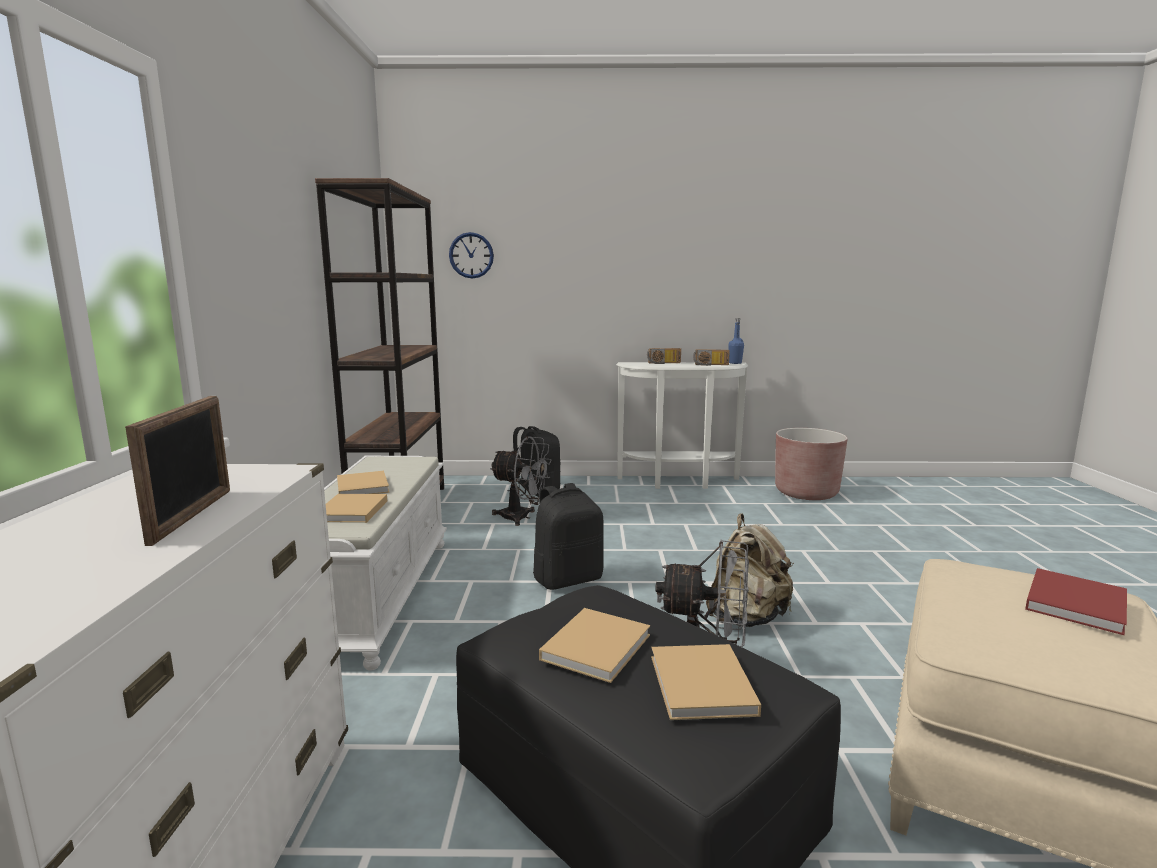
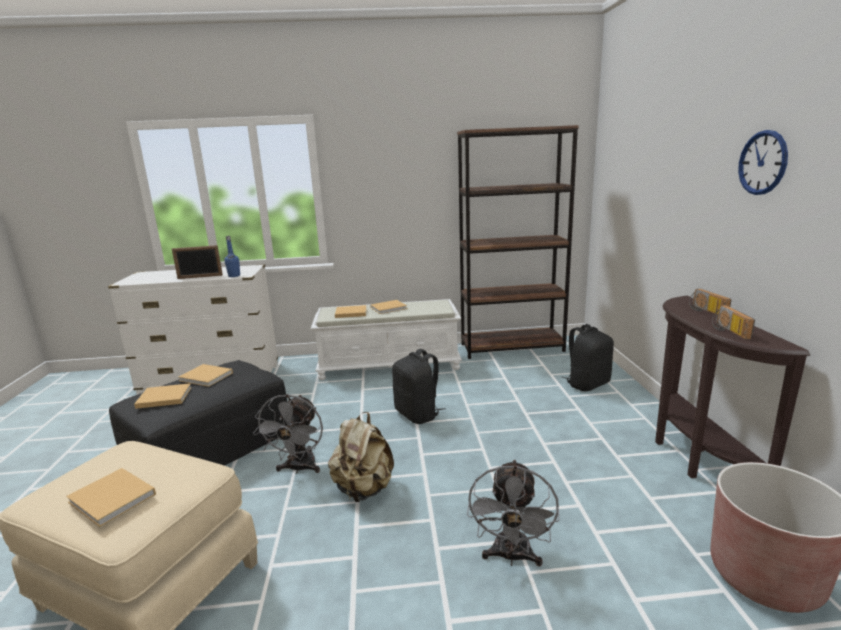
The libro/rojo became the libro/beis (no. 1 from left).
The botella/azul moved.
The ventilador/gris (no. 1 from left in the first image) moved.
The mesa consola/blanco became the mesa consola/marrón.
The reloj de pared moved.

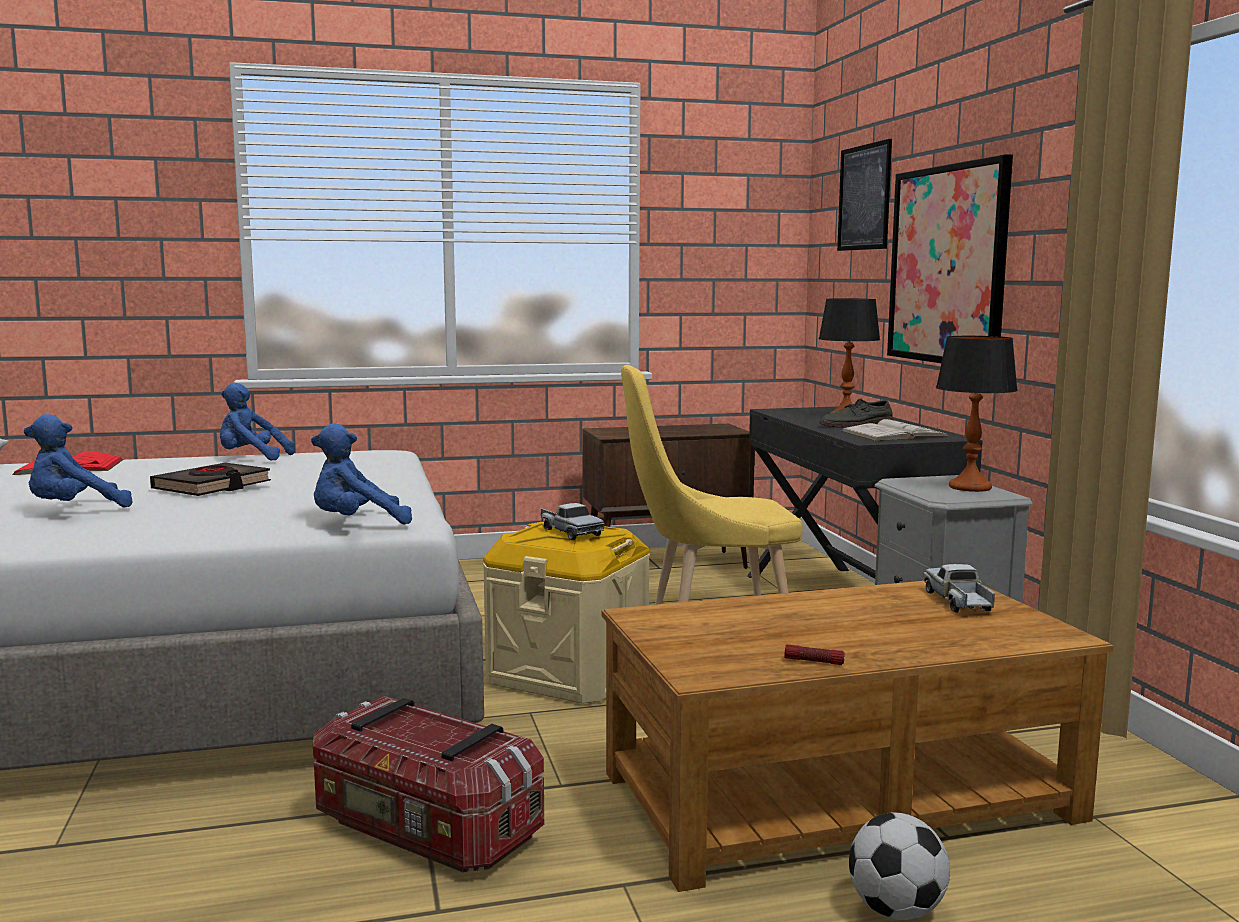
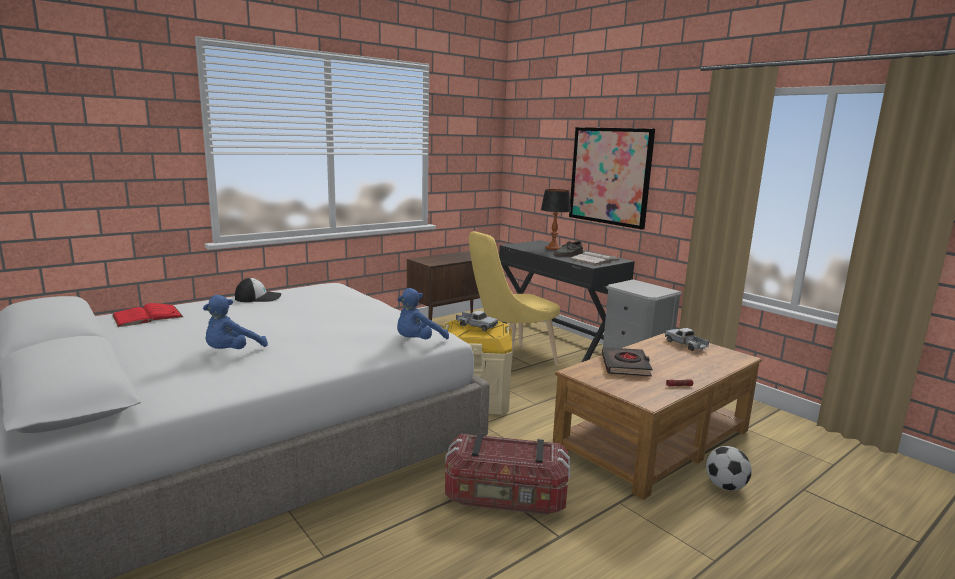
The peluche/azul (no. 2 from left) was replaced by the gorra.
The libro/negro moved.
The cuadro (no. 1 from left) disappeared.
The lámpara de mesa (no. 2 from left) disappeared.

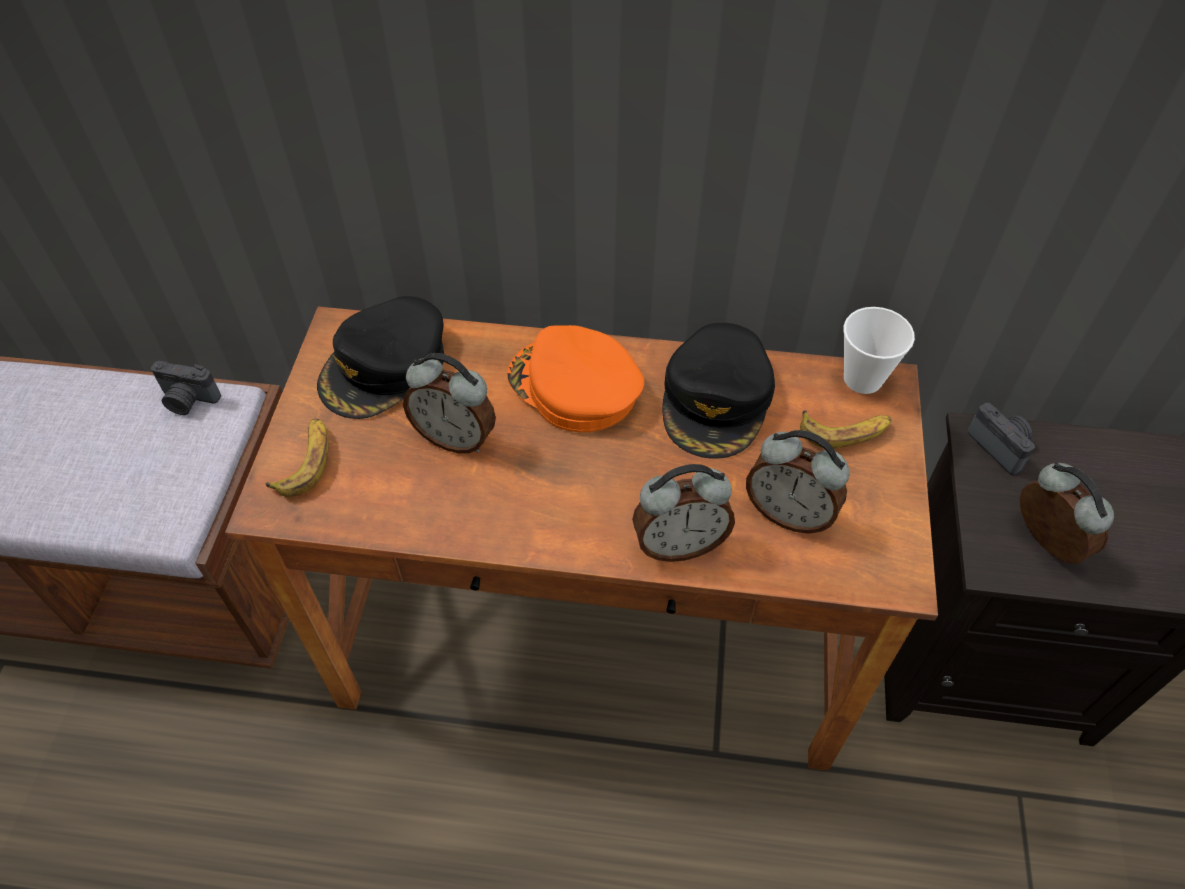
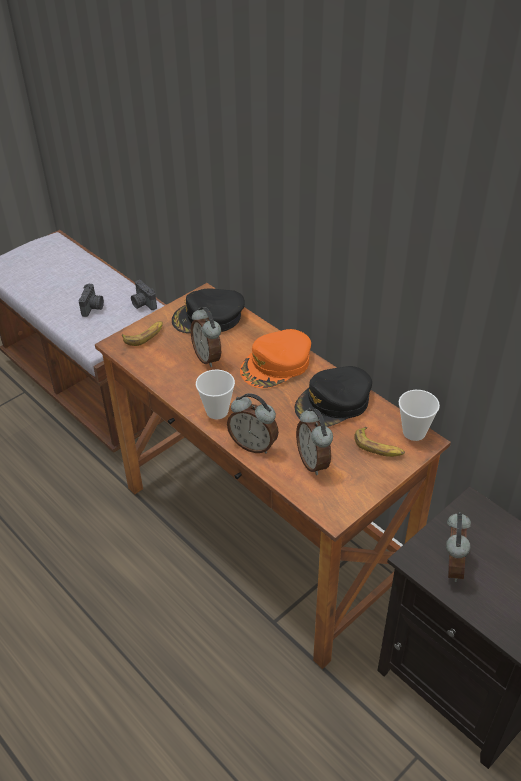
The cámara (no. 2 from left in the first image) moved.
The taza (no. 1 from left) appeared.
The gorra/naranja turned 120 degrees counterclockwise.

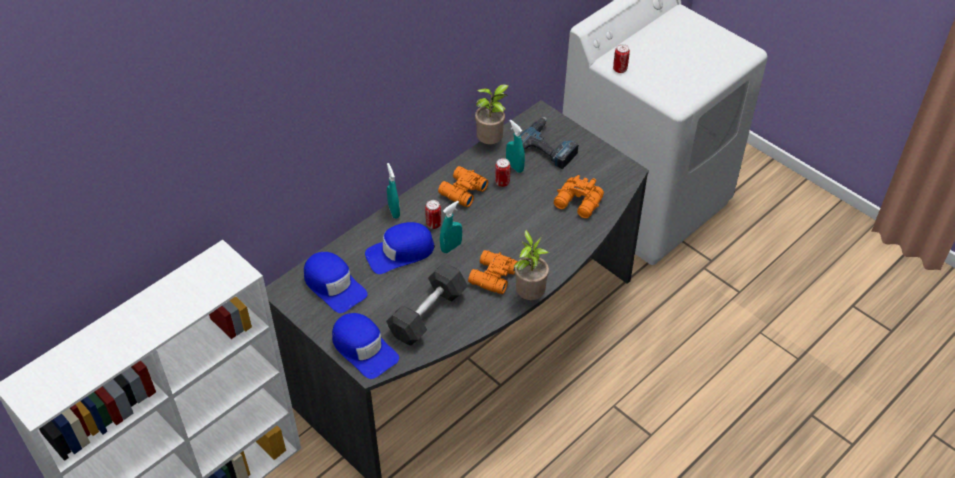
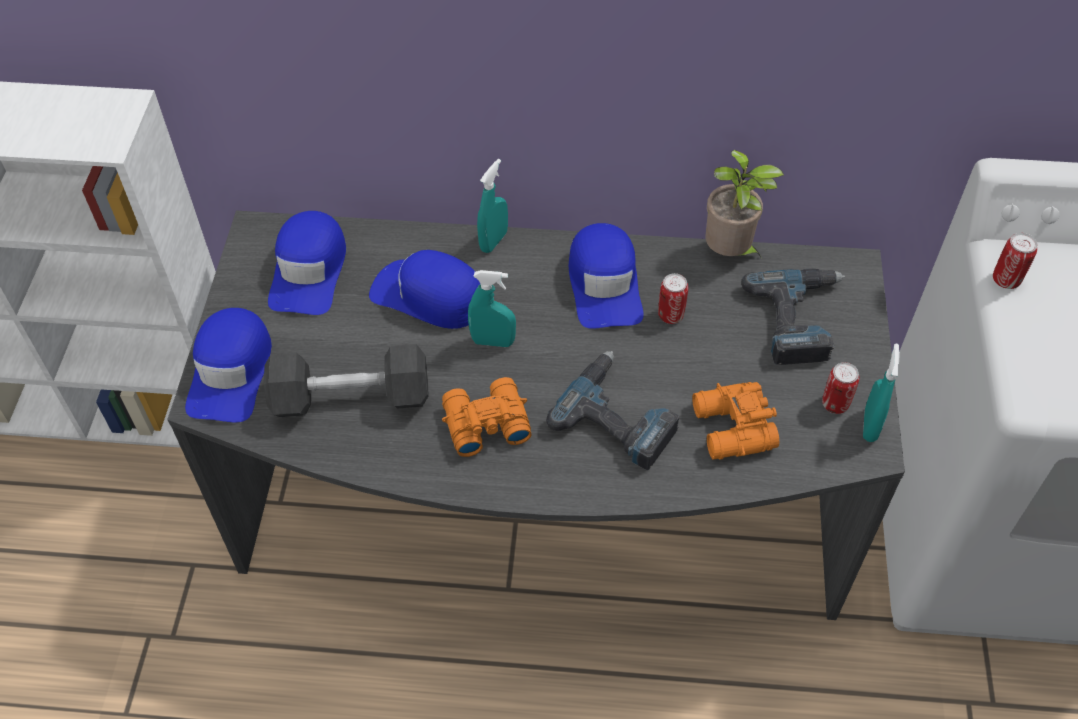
The taladro (no. 1 from left) appeared.
The prismáticos/naranja (no. 1 from left) was replaced by the gorra/azul (no. 4 from left).
The lata (no. 1 from left in the first image) moved.
The pulverizador/turquesa (no. 3 from left) moved.
The planta en maceta (no. 2 from left) disappeared.

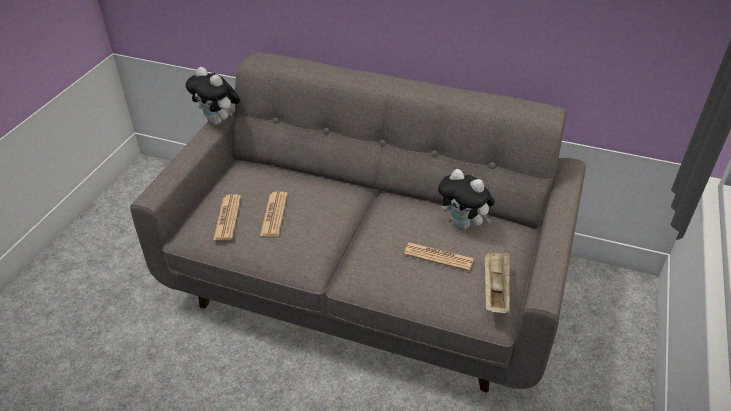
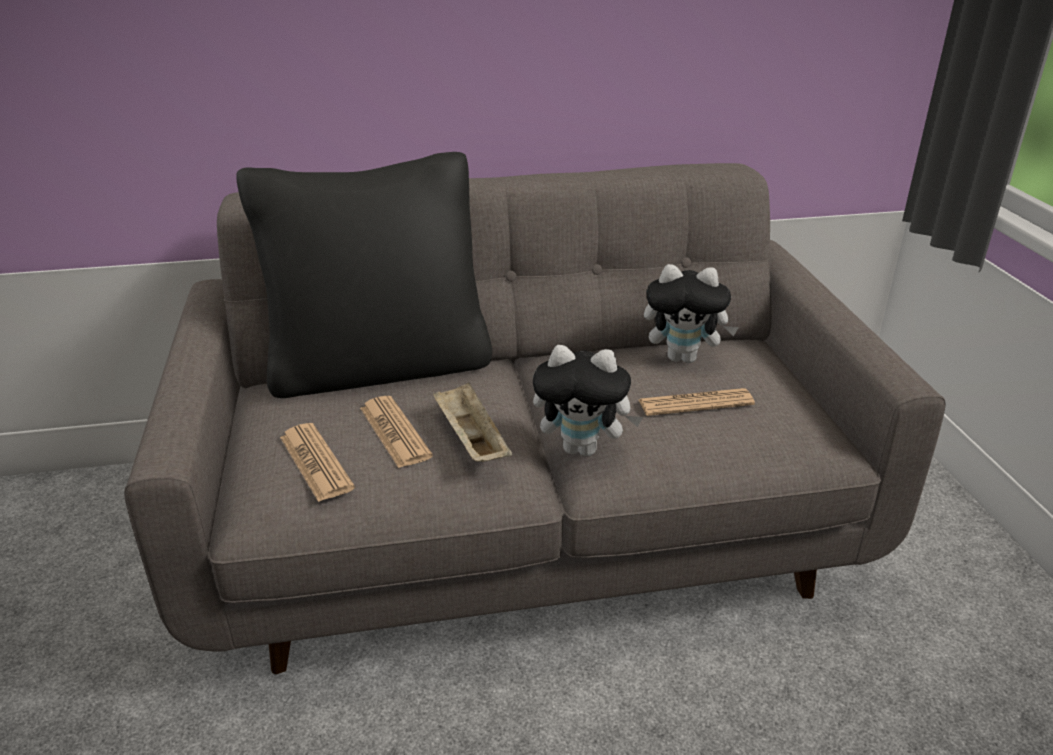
The cojín/negro appeared.
The bandeja/beis moved.
The peluche (no. 1 from left) moved.

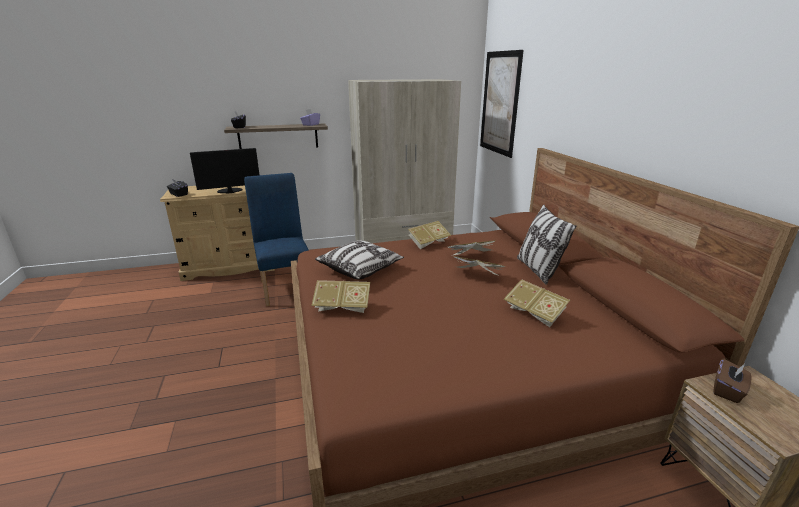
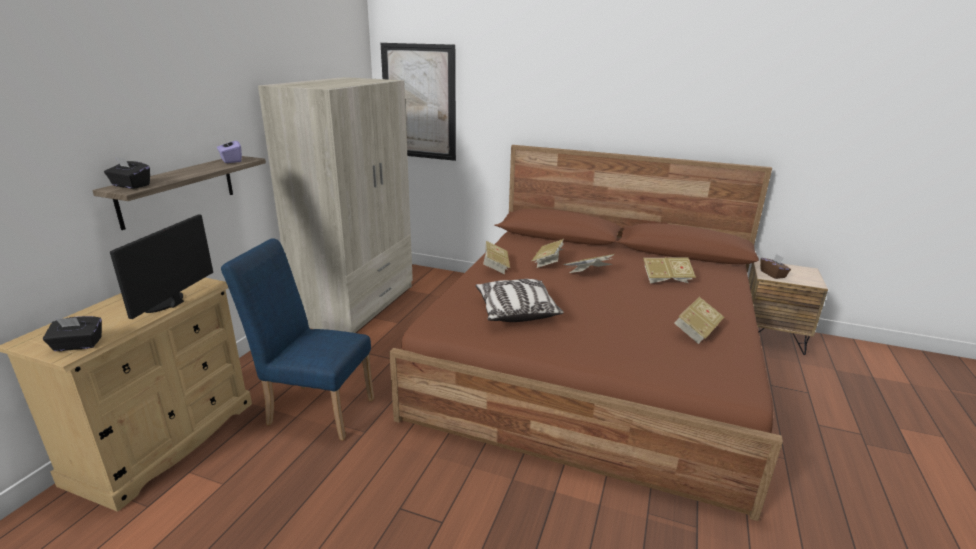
The libro (no. 1 from left in the first image) moved.
The cojín (no. 2 from left) disappeared.

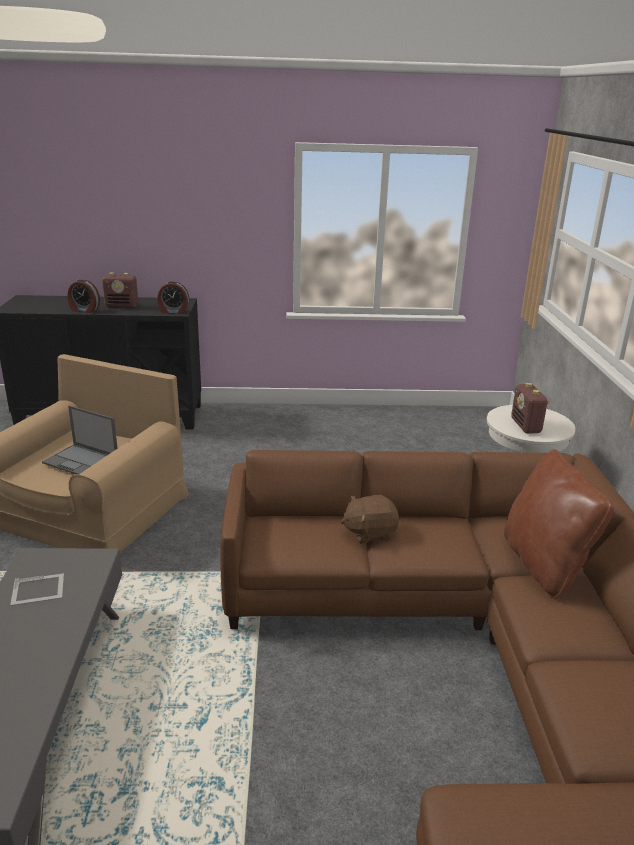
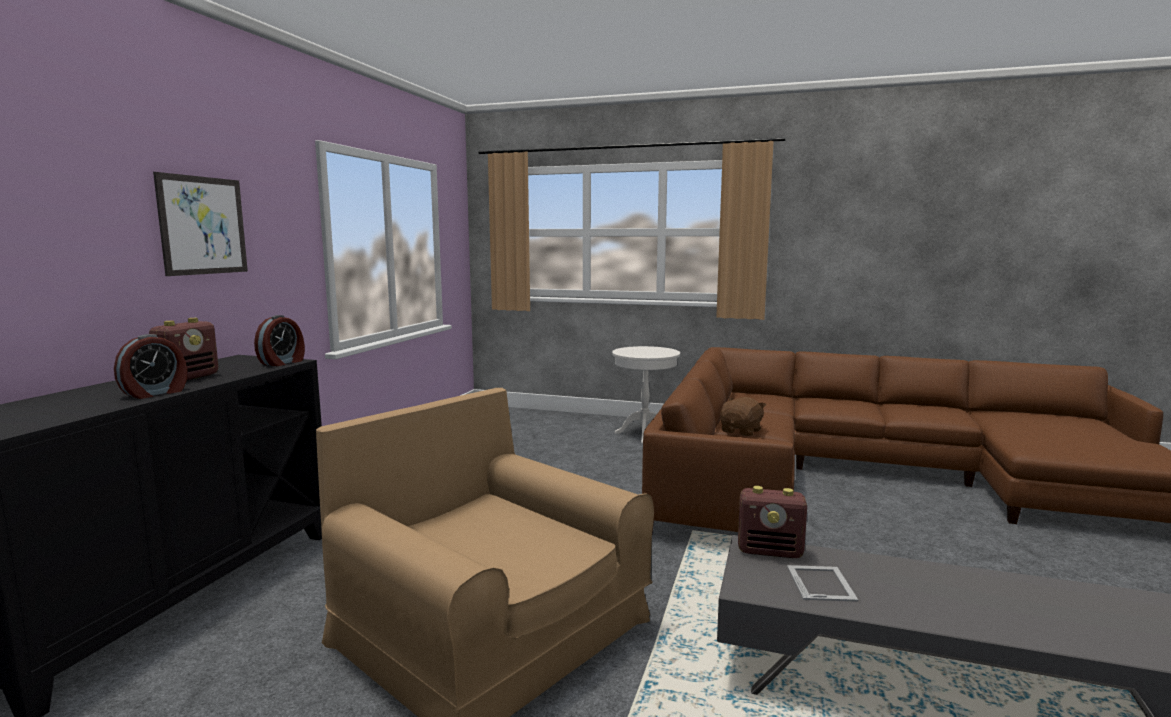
The cuadro appeared.
The peluche/marrón turned 150 degrees counterclockwise.
The radio (no. 2 from left) moved.
The portátil disappeared.
The cojín/marrón disappeared.

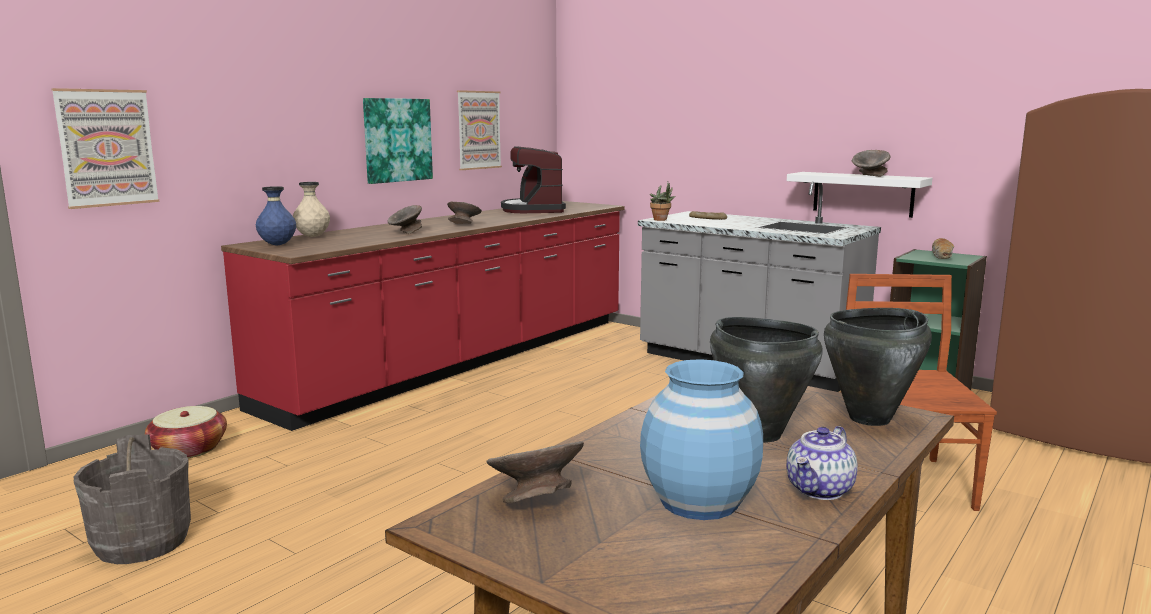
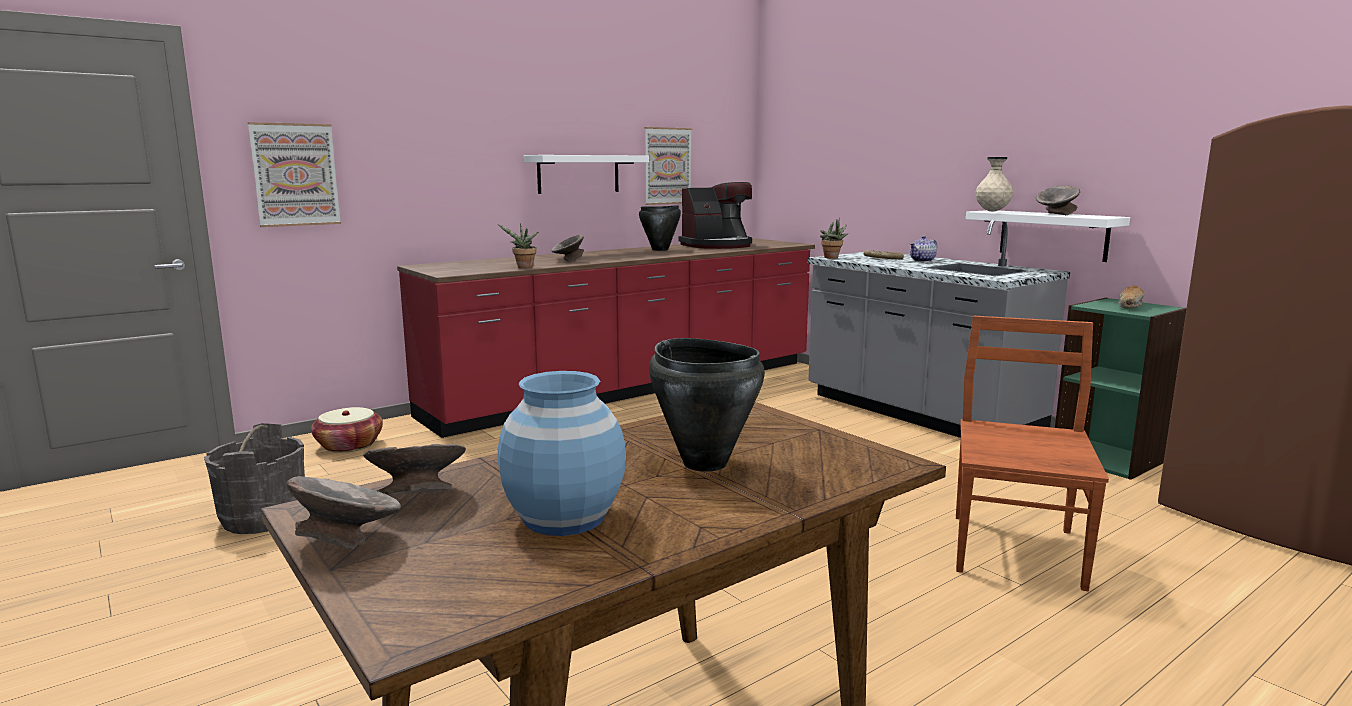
The cuenco/gris (no. 2 from left in the first image) moved.
The planta en maceta (no. 1 from left) appeared.
The cuadro (no. 2 from left) was replaced by the estante/blanco (no. 1 from left).
The olla/negro (no. 2 from left in the first image) moved.
The cafetera turned 120 degrees counterclockwise.
The tetera moved.
The florero/beis moved.
The florero/azul (no. 1 from left) disappeared.

